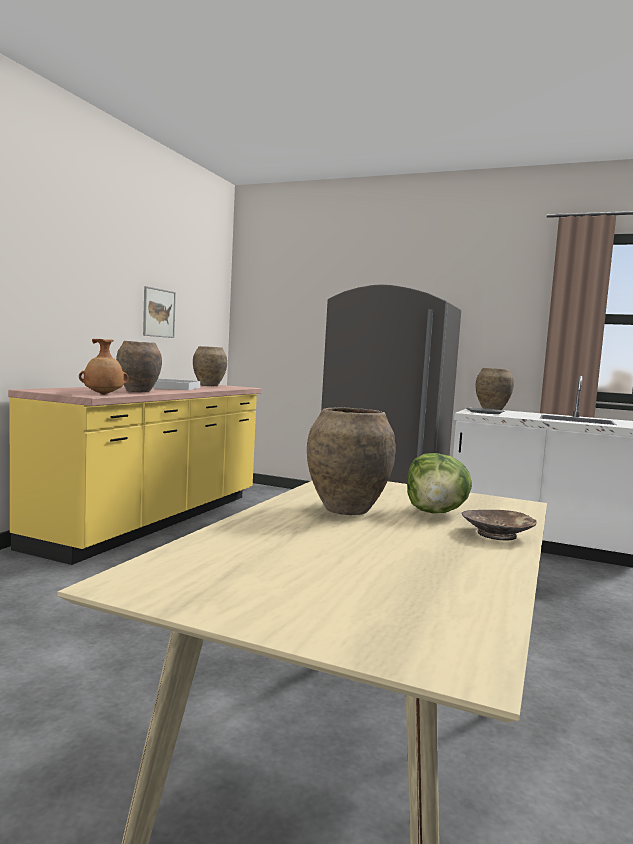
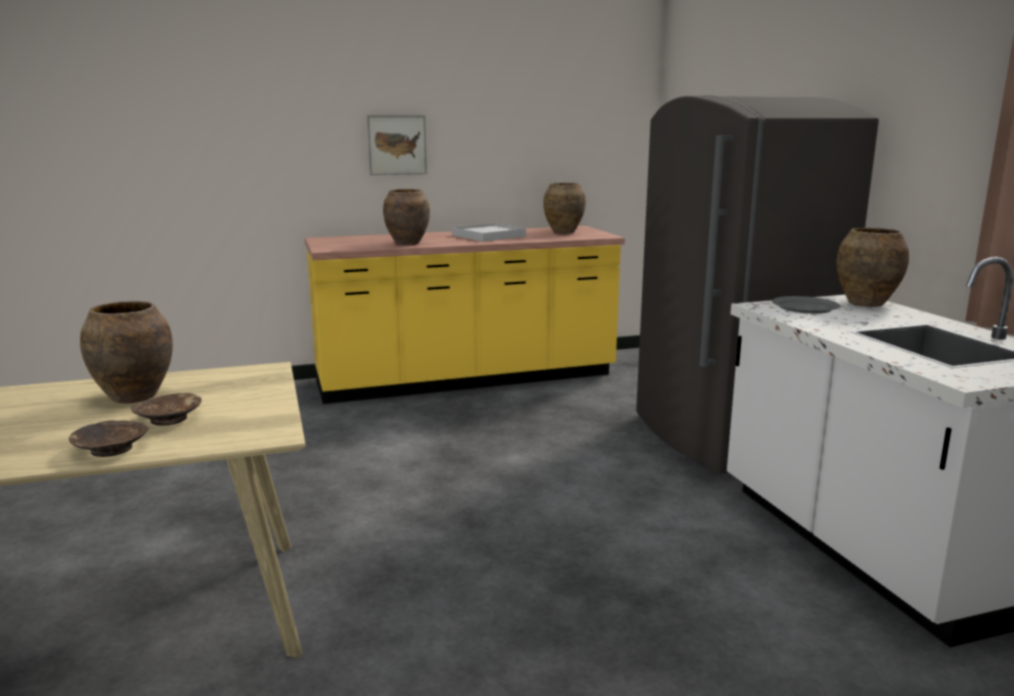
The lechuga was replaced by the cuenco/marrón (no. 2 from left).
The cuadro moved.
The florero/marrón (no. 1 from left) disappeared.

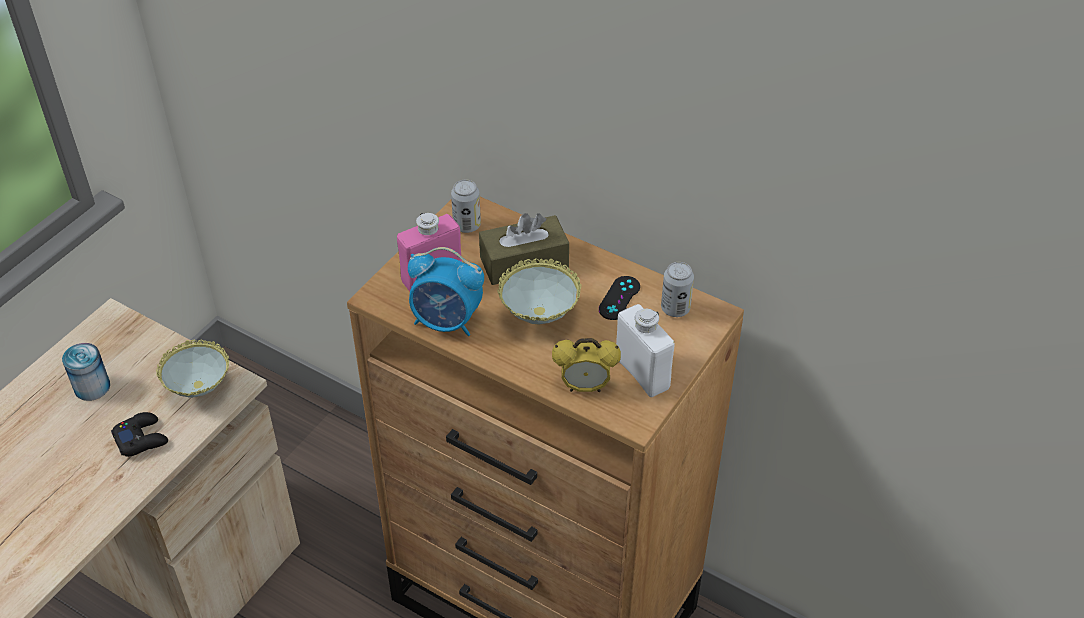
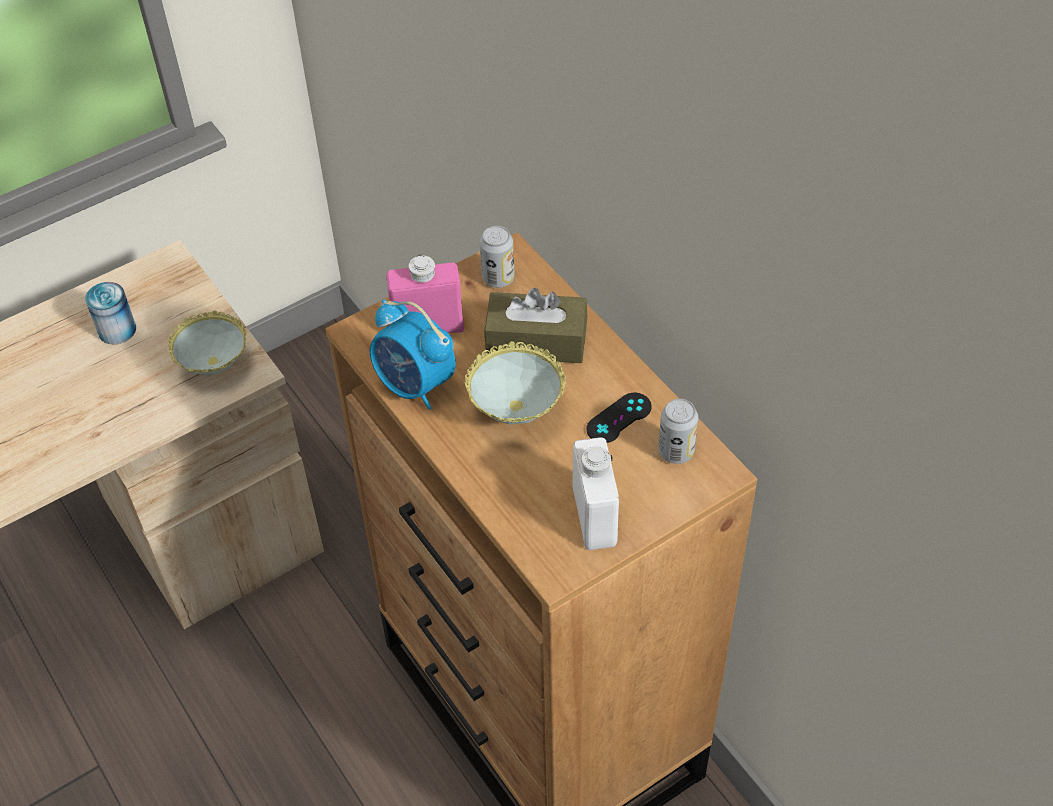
The mando de consola/negro (no. 1 from left) disappeared.
The despertador (no. 2 from left) disappeared.

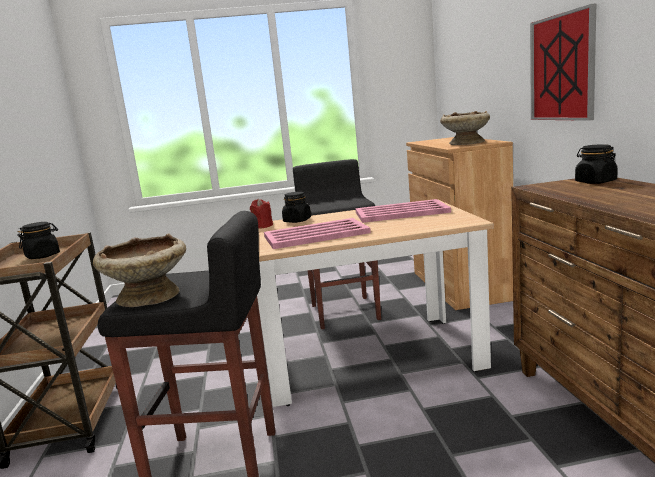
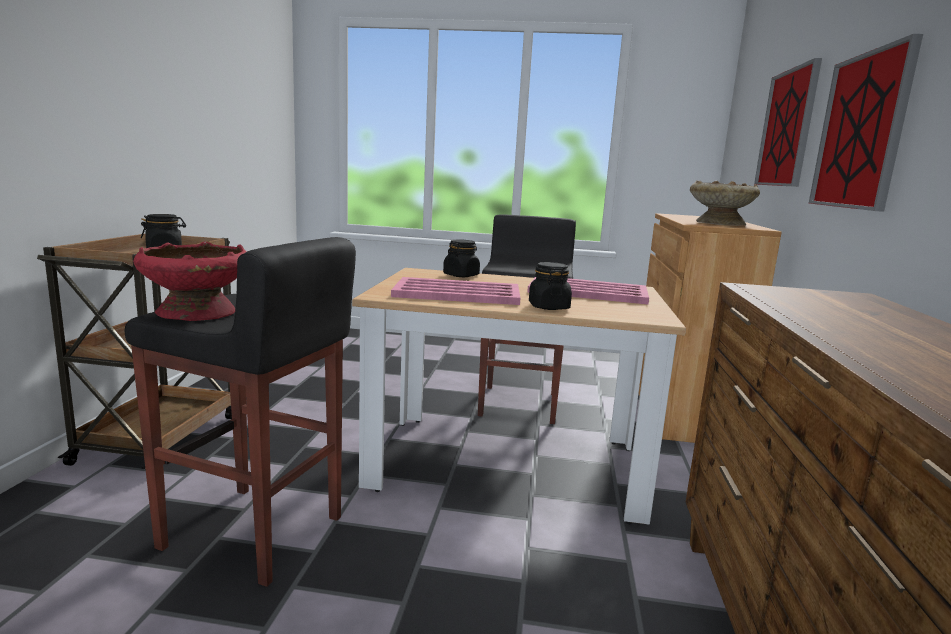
The cuenco/beis (no. 1 from left) became the cuenco/rojo.
The tarro/negro (no. 3 from left) moved.
The cuadro (no. 1 from left) appeared.
The vela/rojo disappeared.

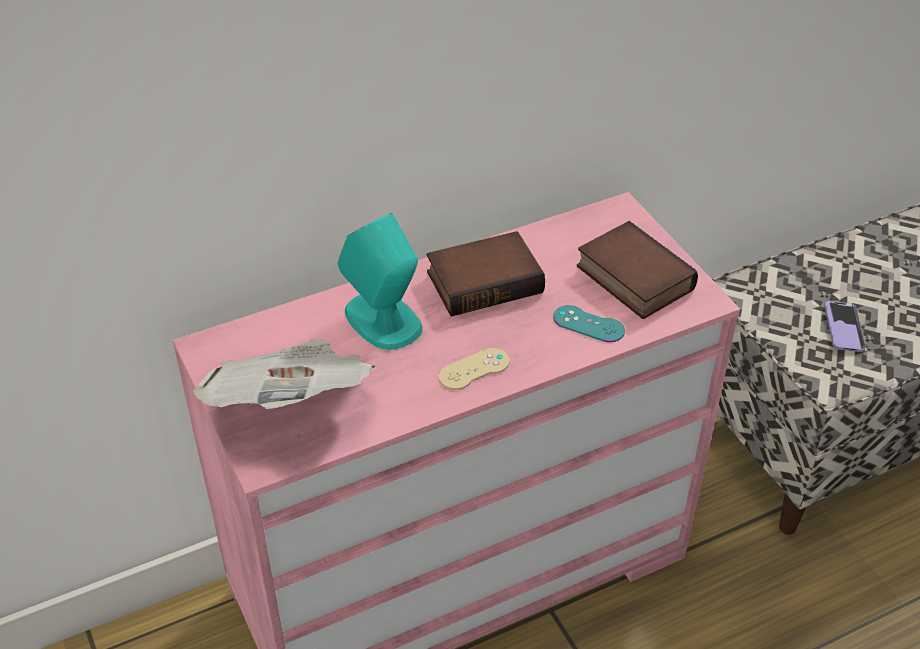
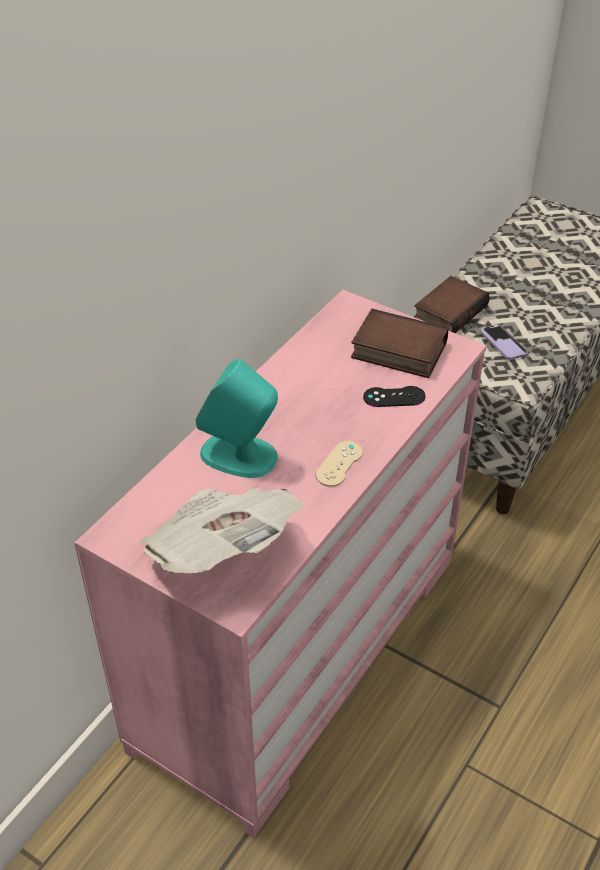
The mando de consola/turquesa became the mando de consola/negro.
The libro (no. 1 from left in the first image) moved.

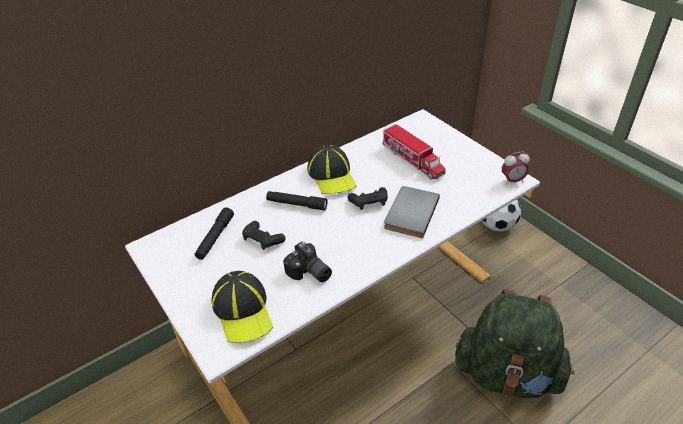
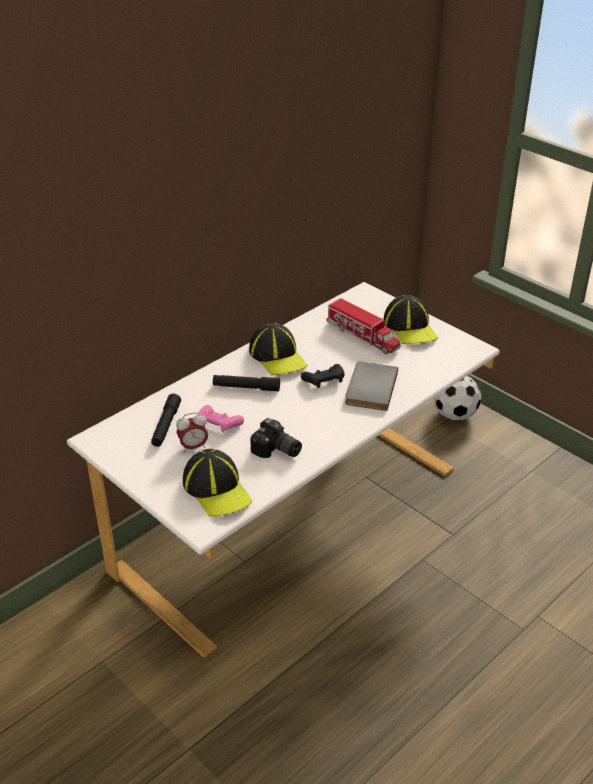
The despertador moved.
The mando de consola/negro (no. 1 from left) became the mando de consola/rosa.
The gorra (no. 3 from left) appeared.
The mochila/verde disappeared.

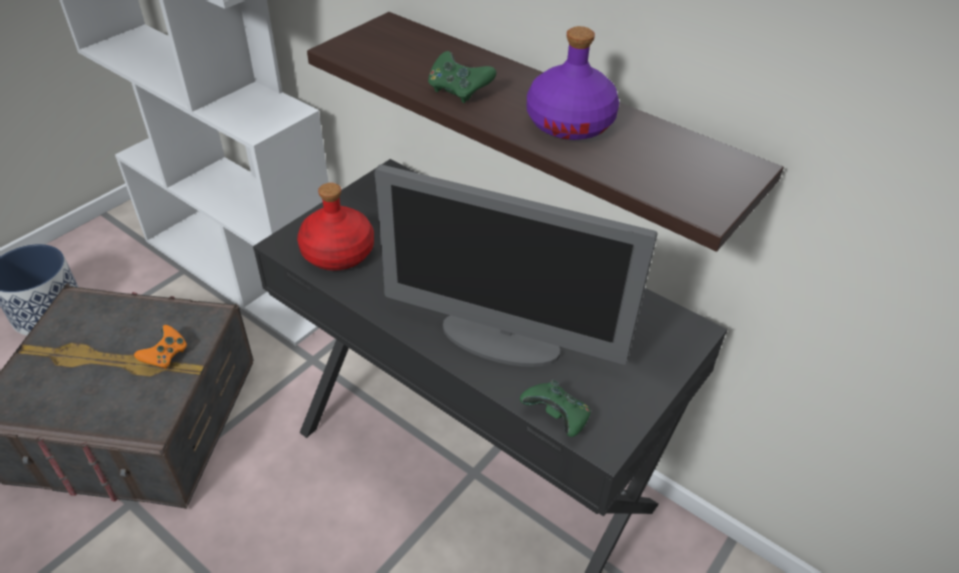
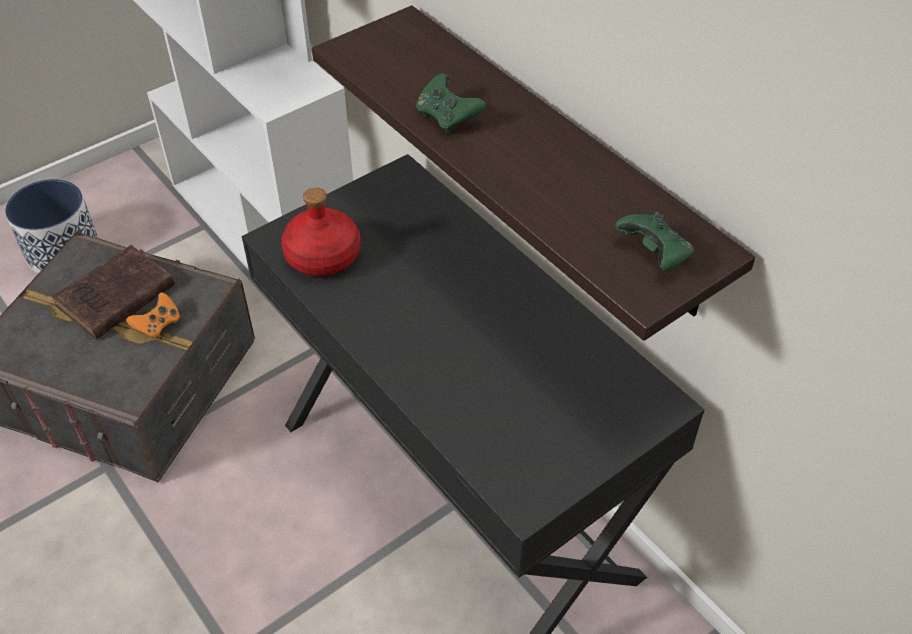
The libro/marrón appeared.
The mando de consola/verde (no. 2 from left) moved.
The monitor disappeared.
The botella/morado disappeared.

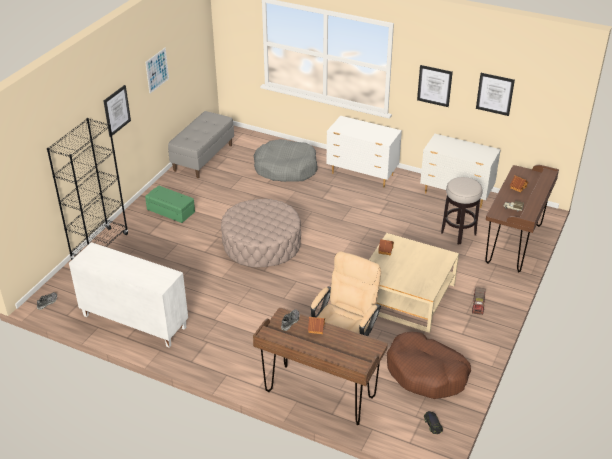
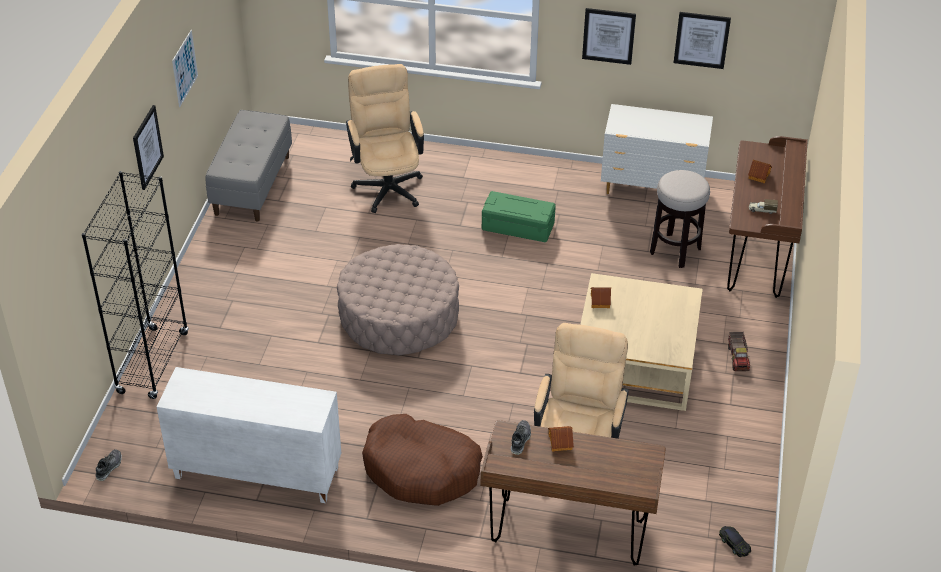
The cama para perro/gris was replaced by the silla de oficina/beis (no. 1 from left).
The cama para perro/marrón moved.
The caja de almacenaje/verde moved.
The cómoda/blanco (no. 1 from left) disappeared.

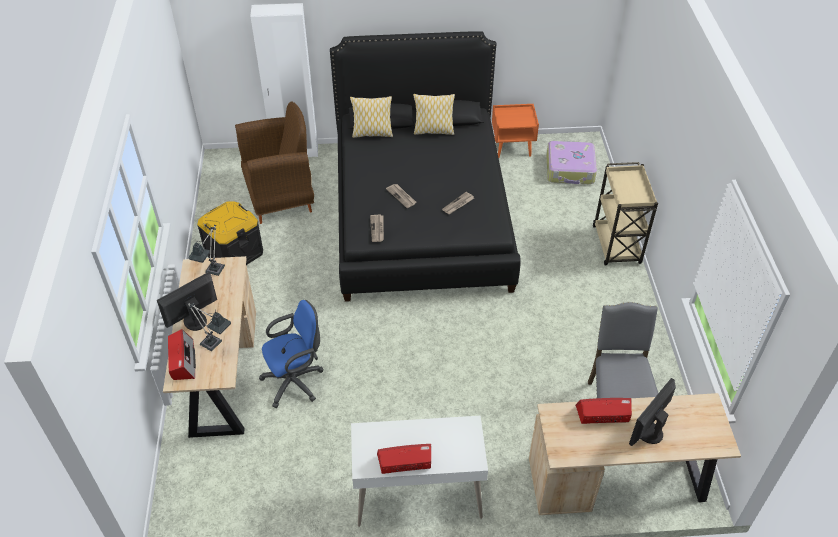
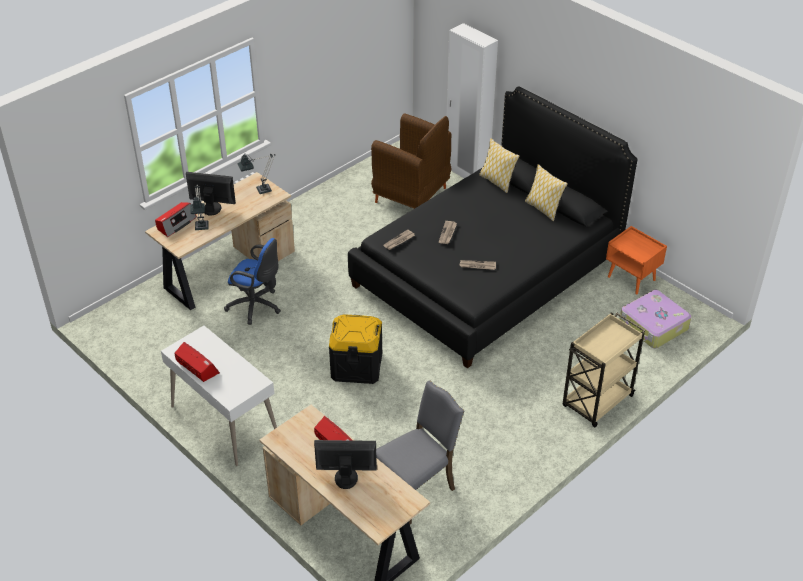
The caja de almacenaje/negro moved.

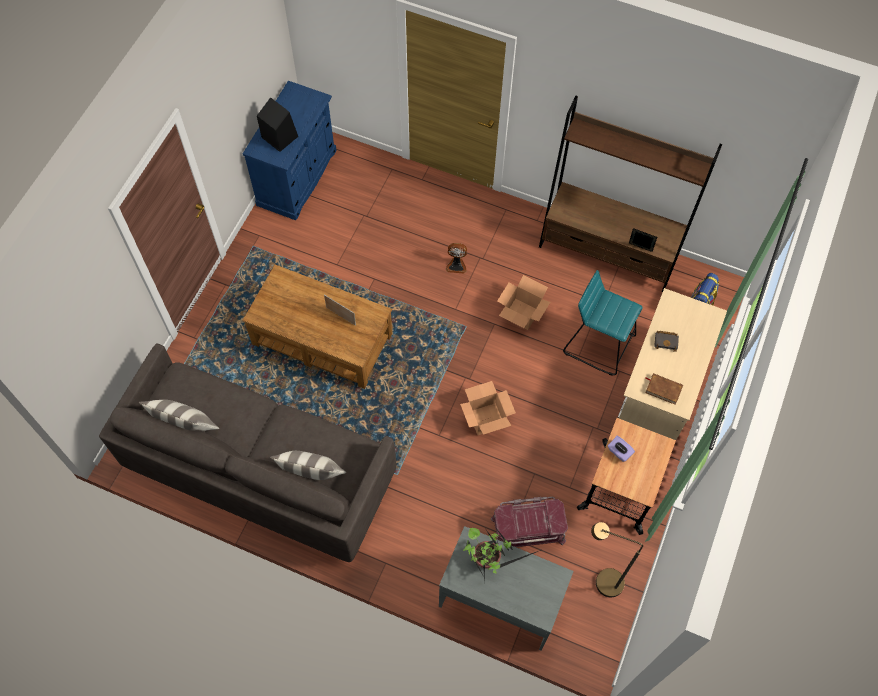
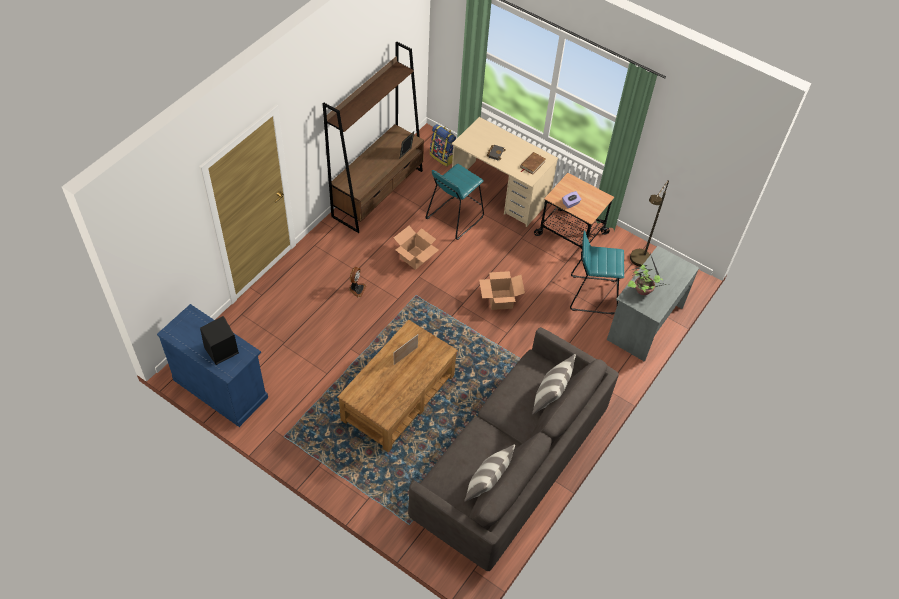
The caja de almacenaje/rojo was replaced by the taburete/turquesa (no. 2 from left).

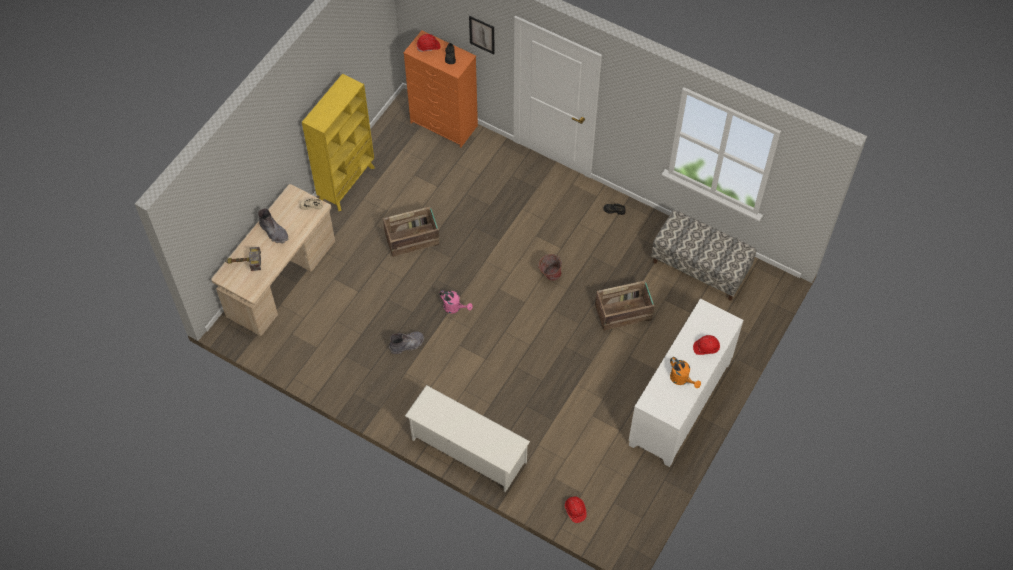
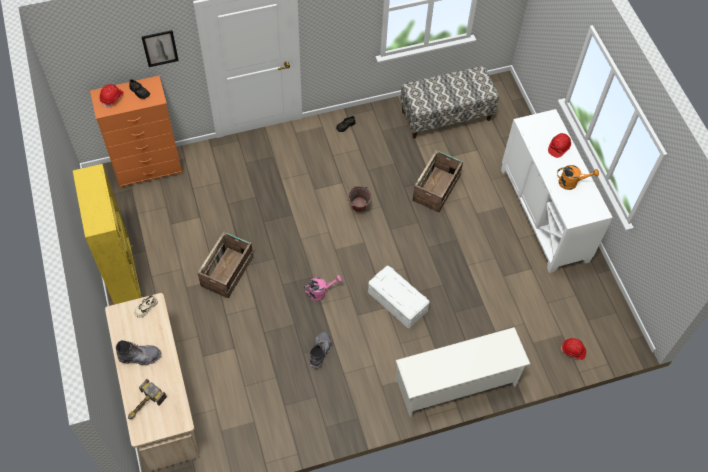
The caja de almacenaje/blanco appeared.

